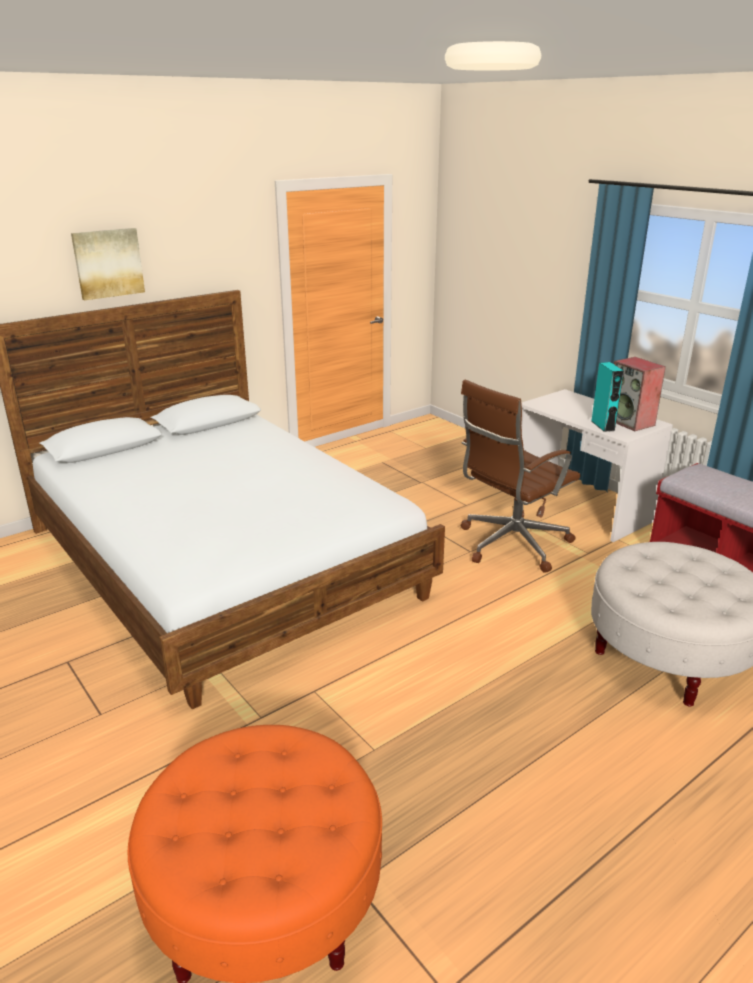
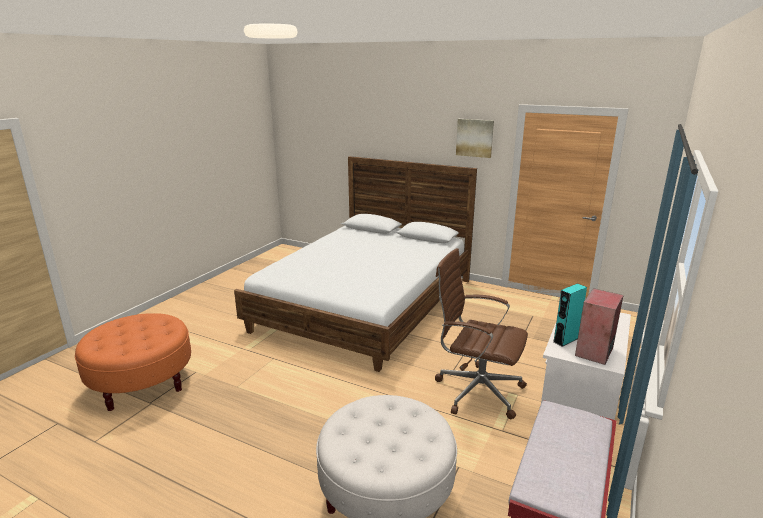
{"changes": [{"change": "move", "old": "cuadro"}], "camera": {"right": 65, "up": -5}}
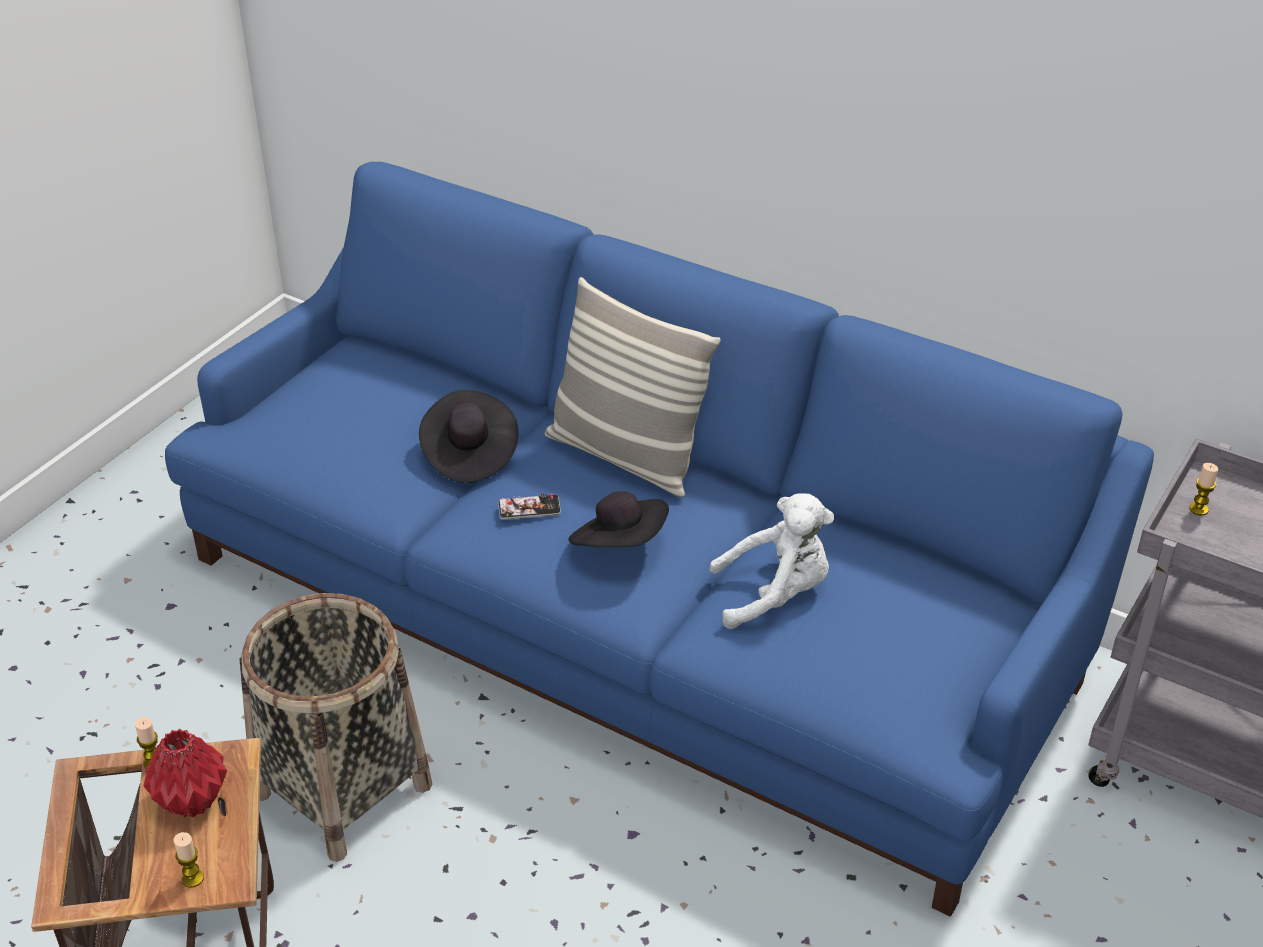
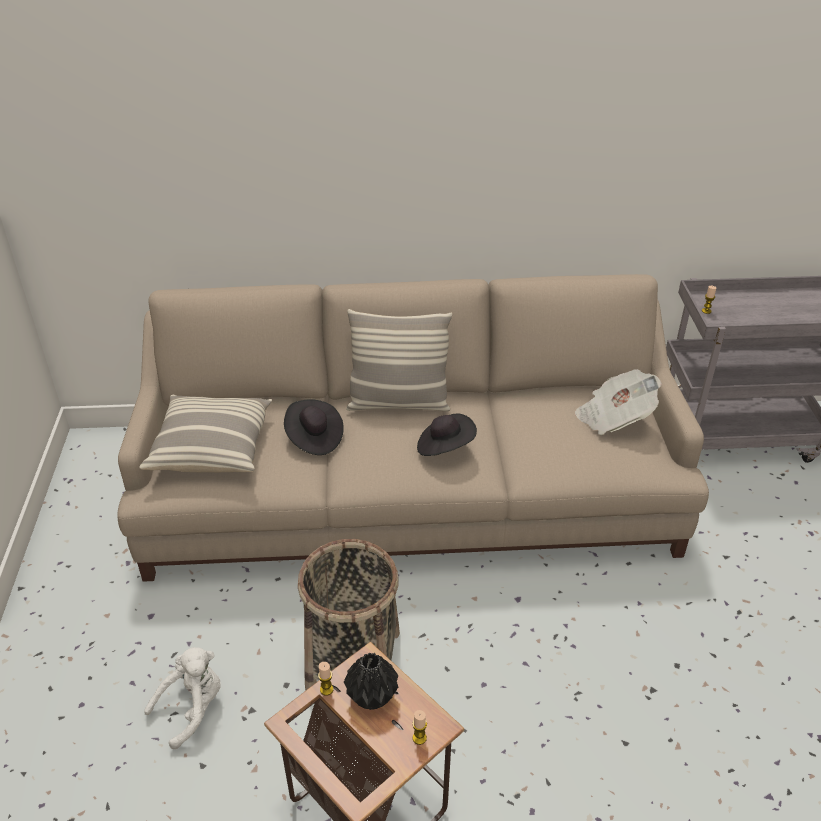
{"changes": [{"change": "recolor", "old": "florero [rojo]", "new": "florero [negro]"}, {"change": "recolor", "old": "sofá [azul]", "new": "sofá [beis]"}, {"change": "delete", "old": "móvil"}, {"change": "move", "old": "peluche [blanco]"}, {"change": "insert", "new": "cojín (1st from left)"}, {"change": "insert", "new": "periódico"}], "camera": {"right": -35, "up": 0}}
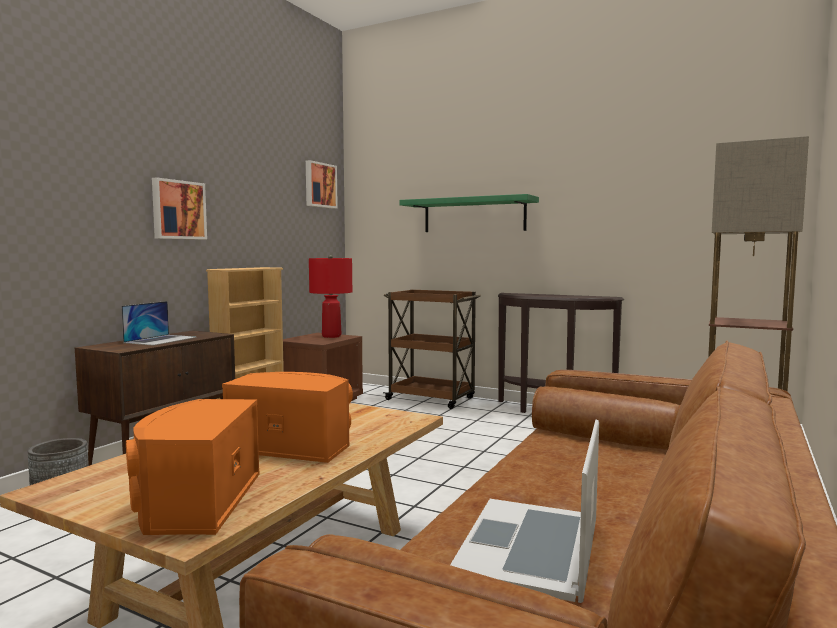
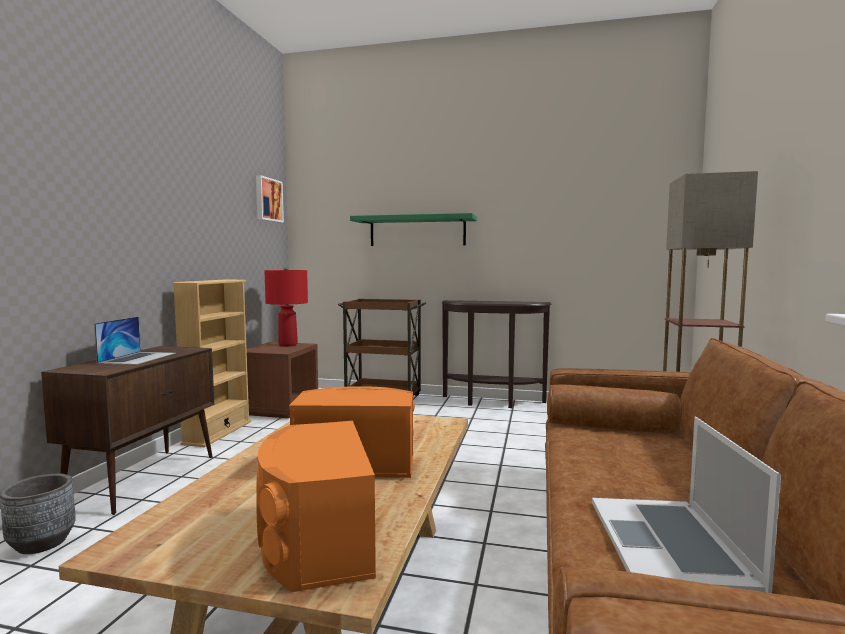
{"changes": [{"change": "delete", "old": "cuadro (1st from left)"}], "camera": {"right": -15, "up": 0}}
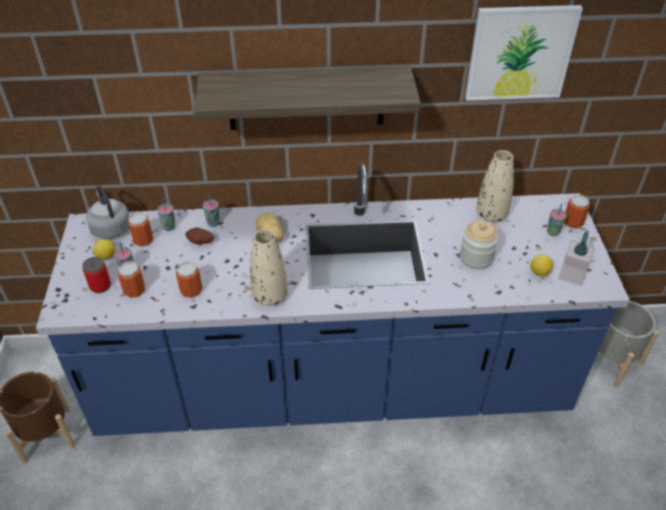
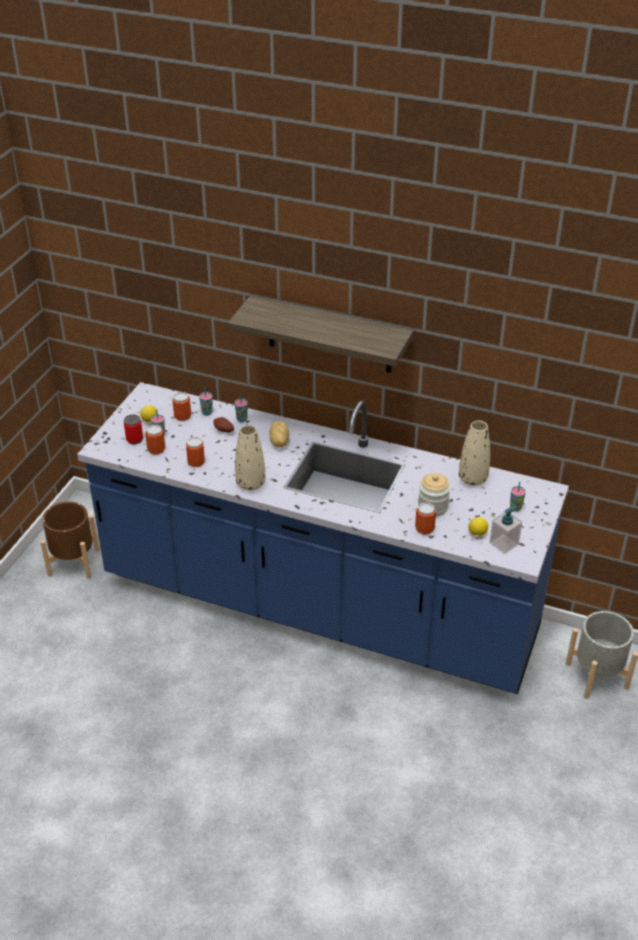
{"changes": [{"change": "delete", "old": "hervidor [gris]"}, {"change": "delete", "old": "cuadro"}, {"change": "move", "old": "lata (5th from left)"}], "camera": {"right": 25, "up": -5}}
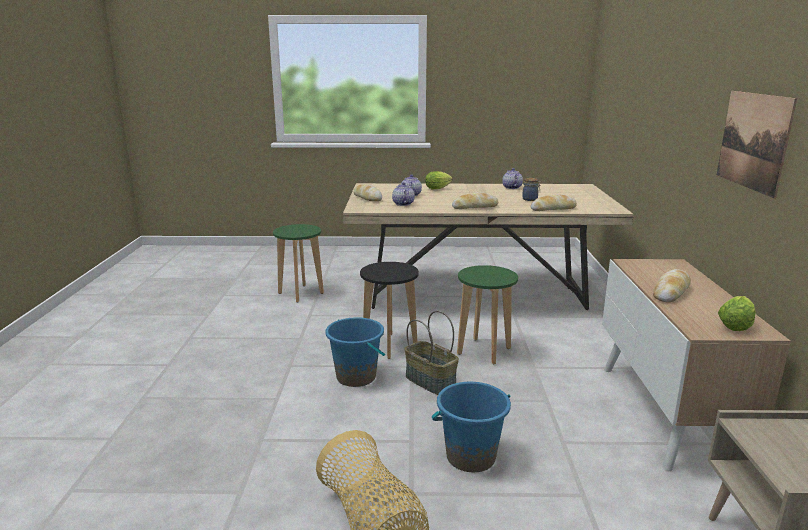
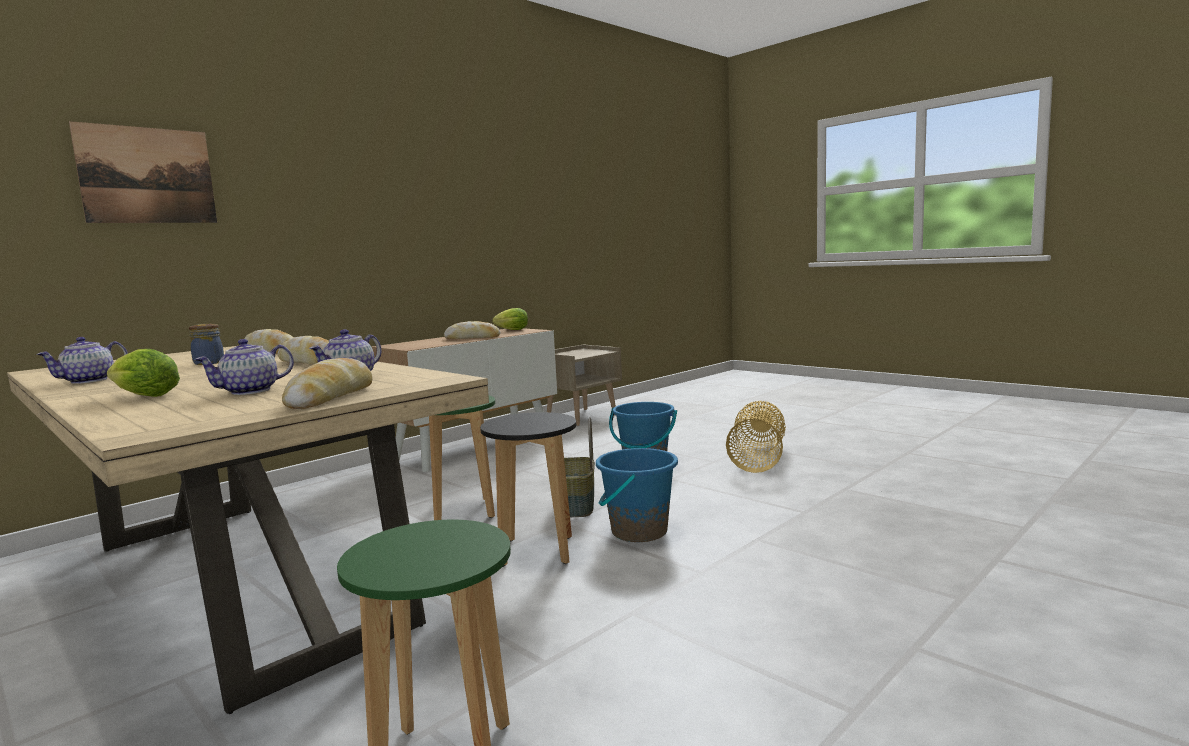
{"changes": [{"change": "move", "old": "cuadro"}], "camera": {"right": -135, "up": -10}}
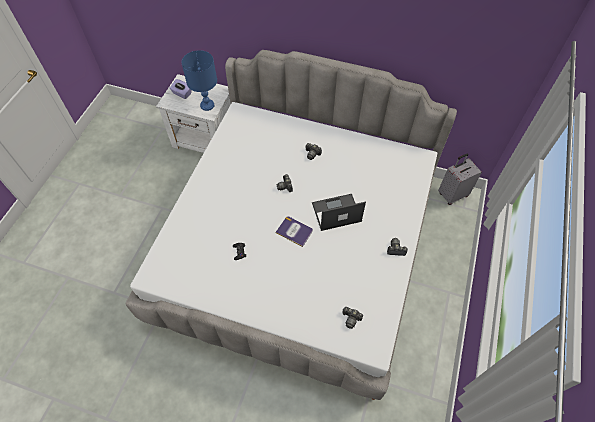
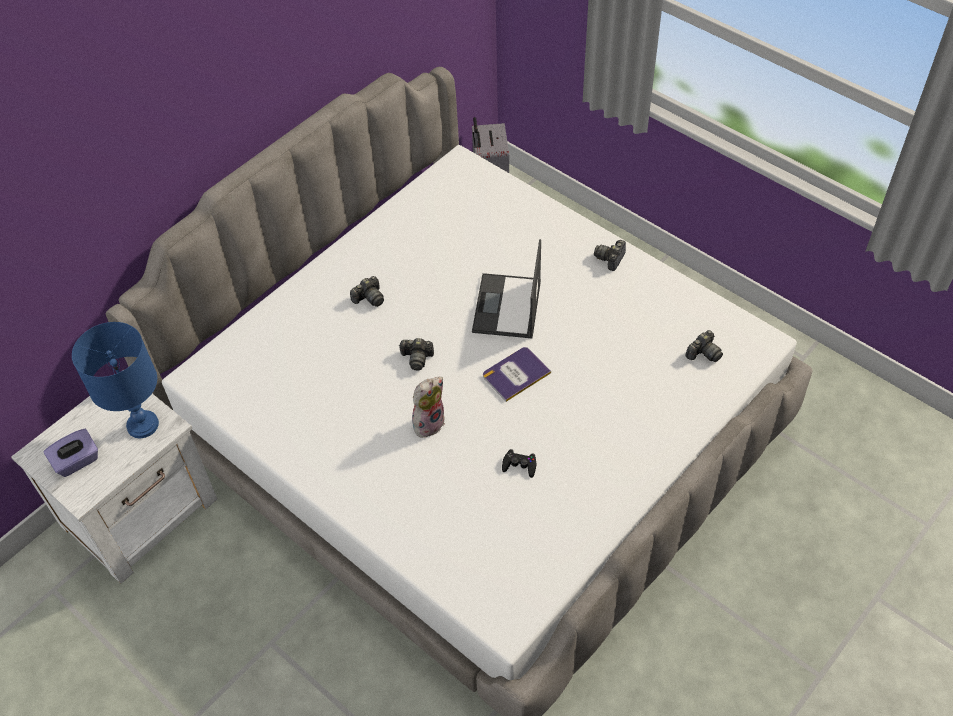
{"changes": [{"change": "insert", "new": "peluche"}], "camera": {"right": -65, "up": -5}}
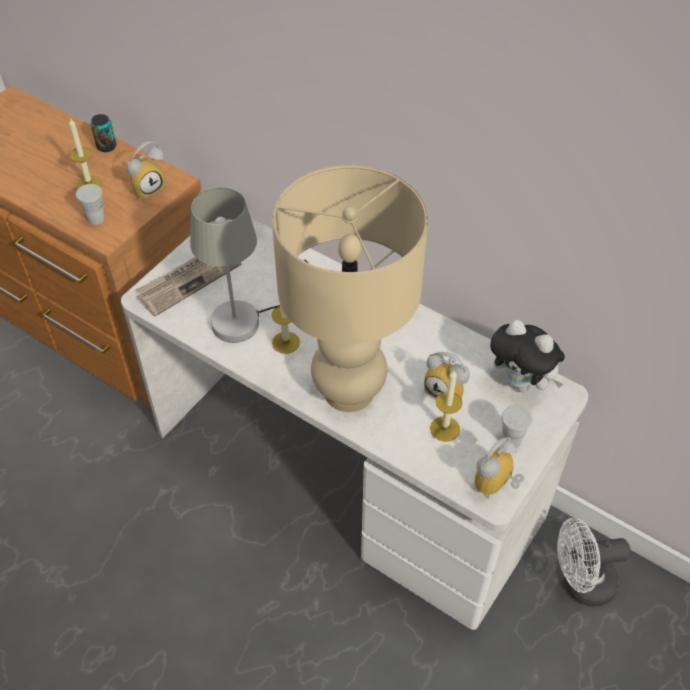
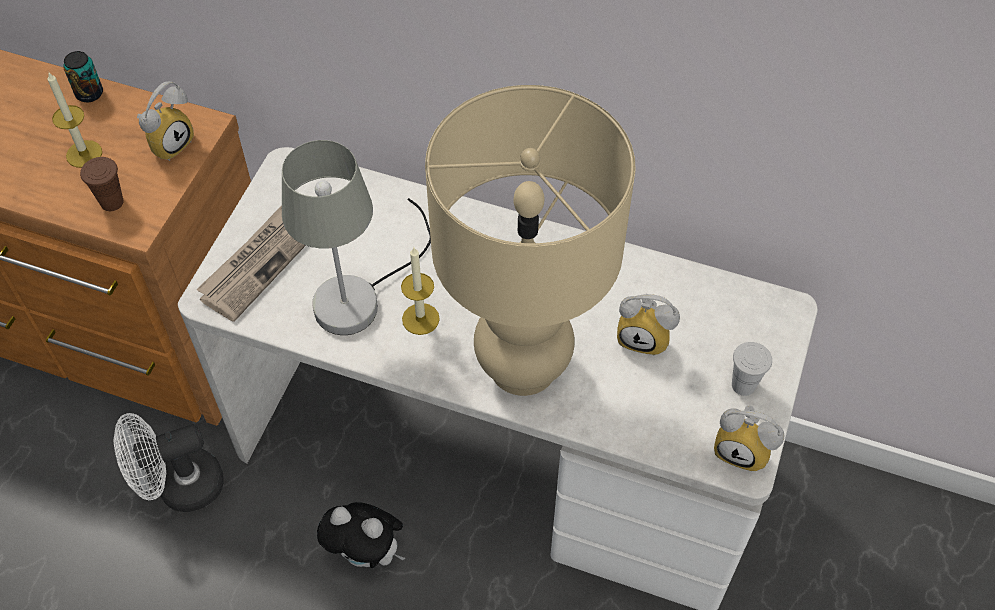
{"changes": [{"change": "recolor", "old": "taza [blanco] (1st from left)", "new": "taza [marrón]"}, {"change": "delete", "old": "vela (3rd from left)"}, {"change": "rotate", "old": "despertador (3rd from left)", "degrees": -90}, {"change": "move", "old": "peluche"}, {"change": "move", "old": "ventilador [blanco]"}], "camera": {"right": -15, "up": 5}}
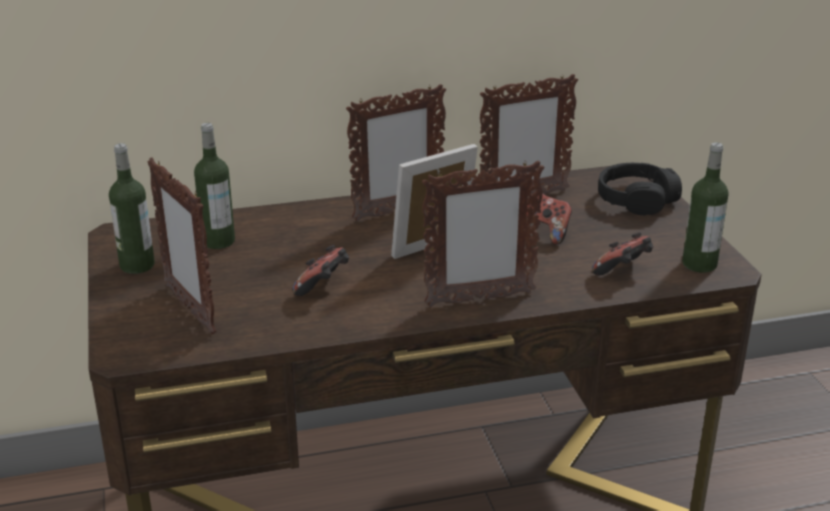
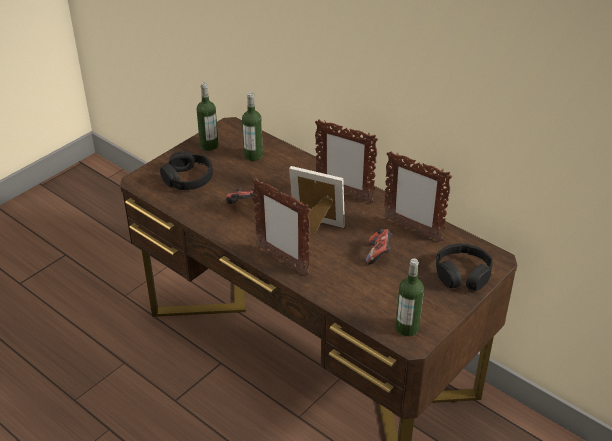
{"changes": [{"change": "replace", "old": "portarretratos (1st from left)", "new": "auriculares [negro] (1st from left)"}, {"change": "delete", "old": "mando de consola (3rd from left)"}], "camera": {"right": 55, "up": 10}}
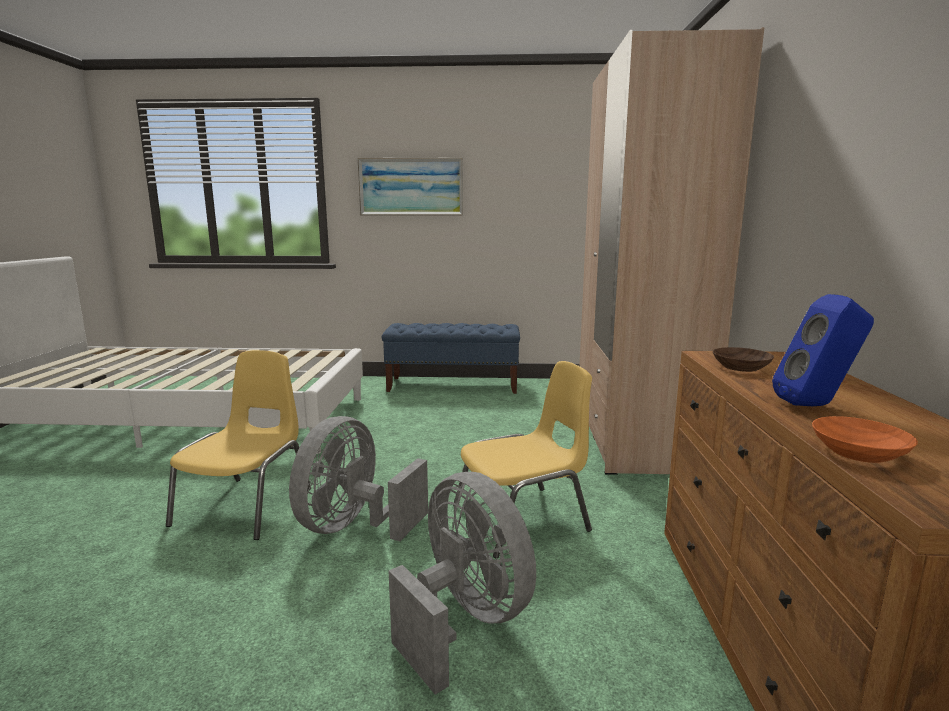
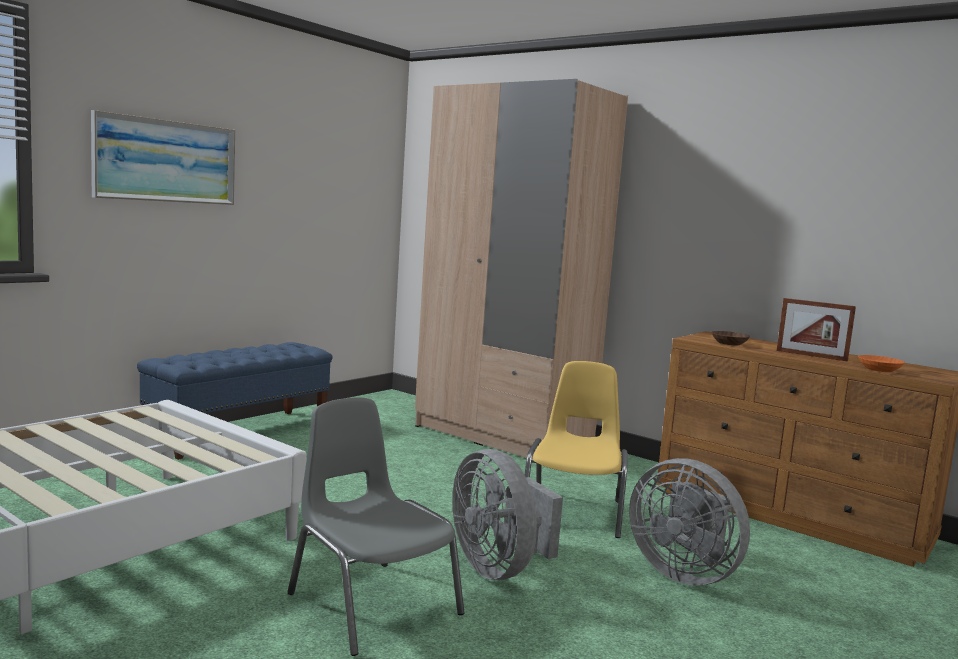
{"changes": [{"change": "recolor", "old": "silla [amarillo] (1st from left)", "new": "silla [gris]"}, {"change": "rotate", "old": "ventilador [gris] (2nd from left)", "degrees": -135}, {"change": "replace", "old": "altavoz [azul]", "new": "portarretratos"}], "camera": {"right": -55, "up": -5}}
